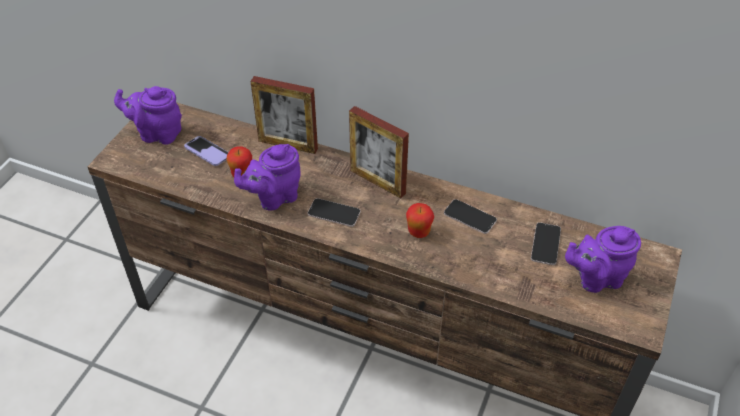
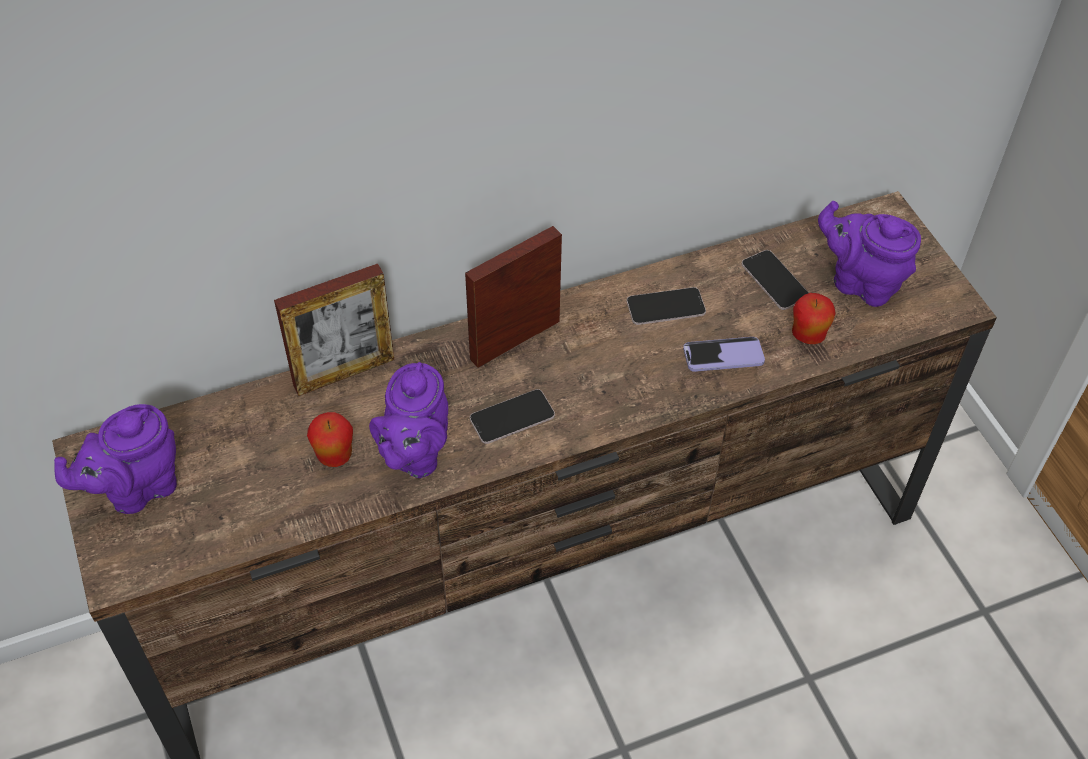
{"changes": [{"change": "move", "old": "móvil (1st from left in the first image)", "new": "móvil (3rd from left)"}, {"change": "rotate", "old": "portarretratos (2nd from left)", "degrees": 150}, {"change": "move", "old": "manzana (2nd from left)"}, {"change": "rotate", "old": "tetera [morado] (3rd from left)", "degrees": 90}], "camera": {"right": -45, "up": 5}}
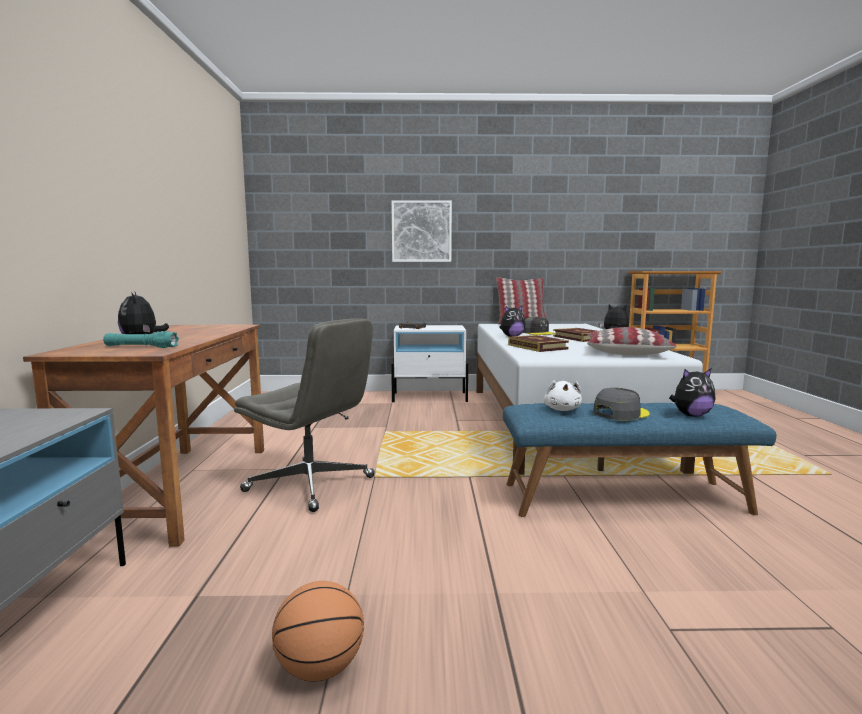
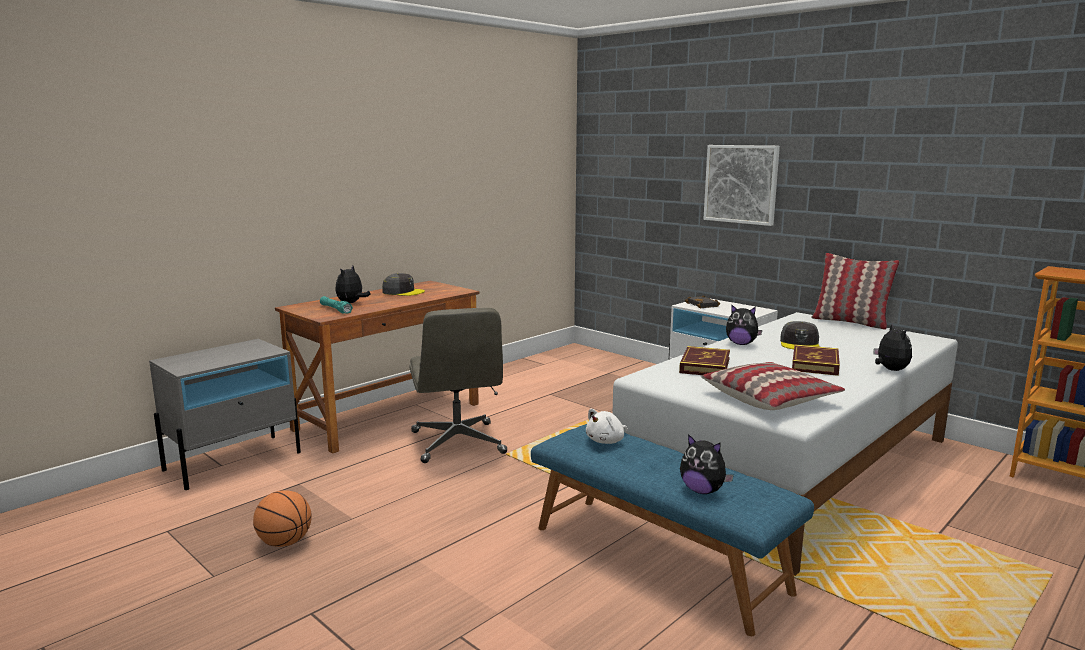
{"changes": [{"change": "move", "old": "gorra [gris] (2nd from left in the first image)", "new": "gorra [gris] (1st from left)"}], "camera": {"right": 45, "up": 5}}
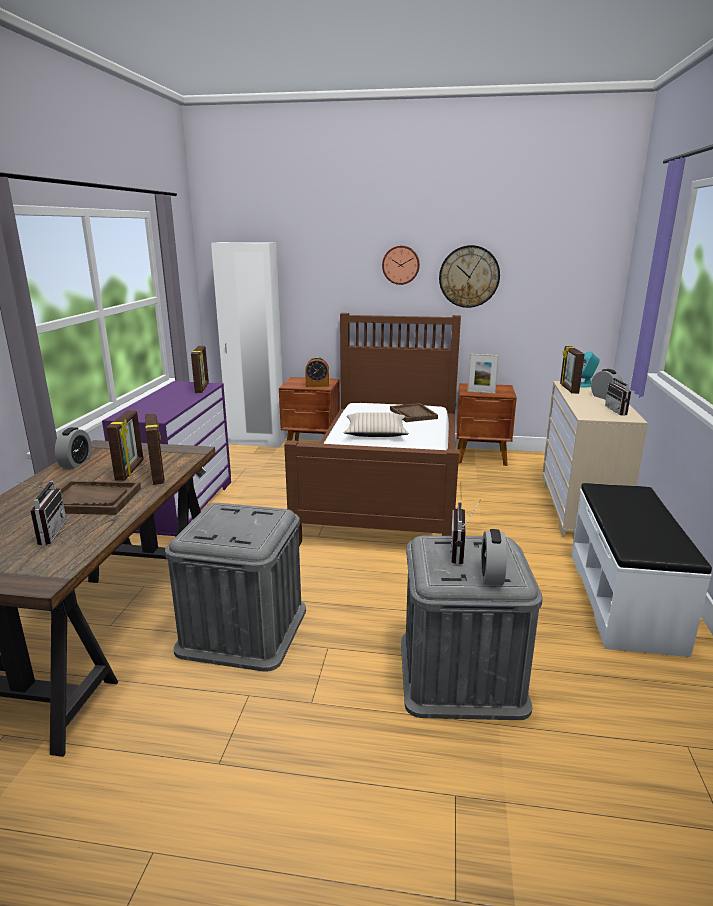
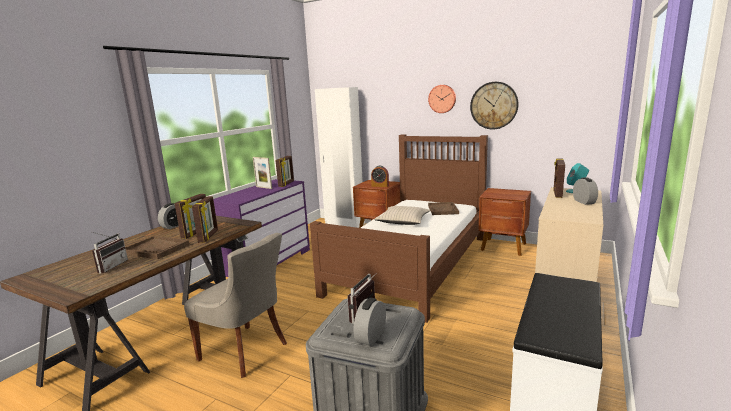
{"changes": [{"change": "replace", "old": "caja de almacenaje [gris] (1st from left)", "new": "silla [gris]"}, {"change": "move", "old": "portarretratos (4th from left in the first image)", "new": "portarretratos (3rd from left)"}, {"change": "delete", "old": "radio (3rd from left)"}], "camera": {"right": 20, "up": -5}}
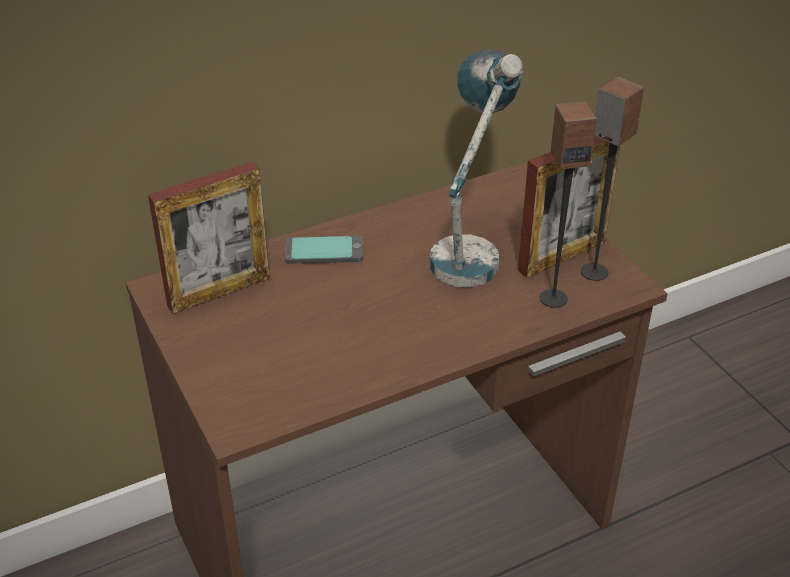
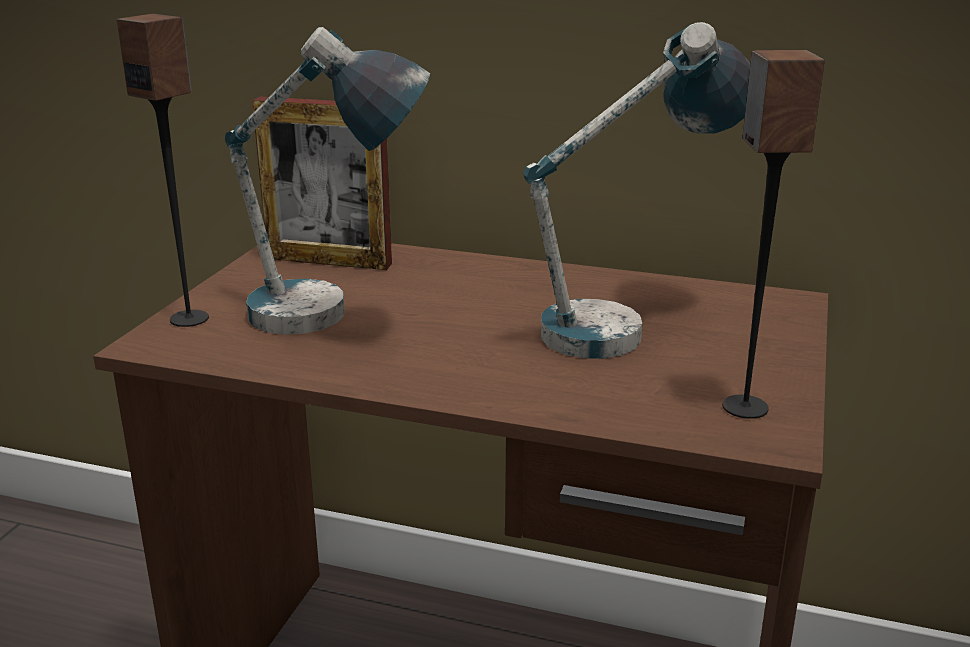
{"changes": [{"change": "delete", "old": "móvil"}, {"change": "delete", "old": "portarretratos (2nd from left)"}, {"change": "move", "old": "altavoz (1st from left)"}, {"change": "insert", "new": "lámpara de mesa (1st from left)"}], "camera": {"right": 45, "up": -15}}
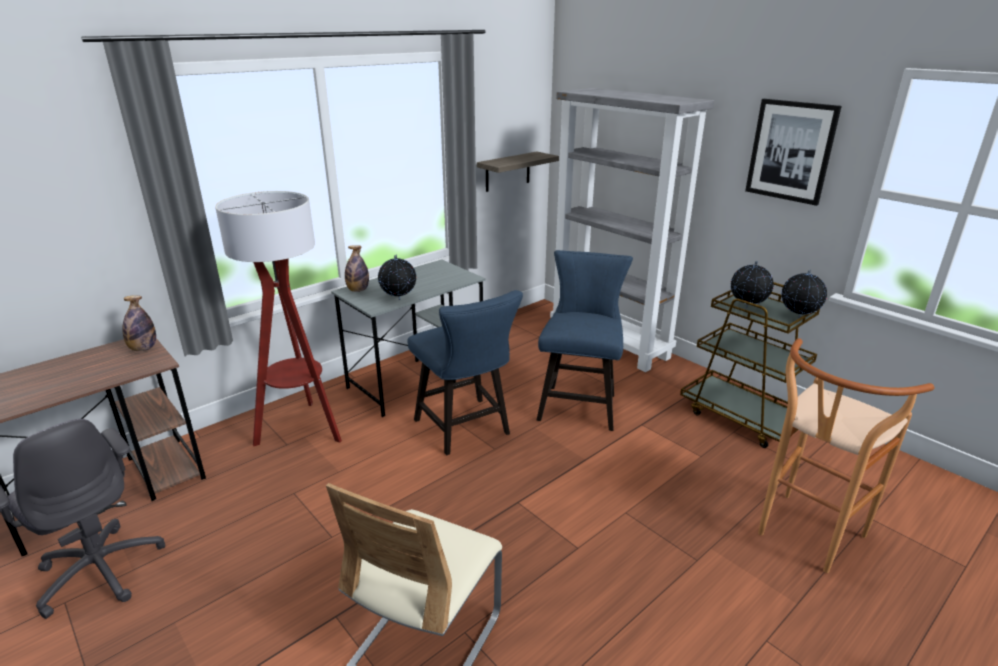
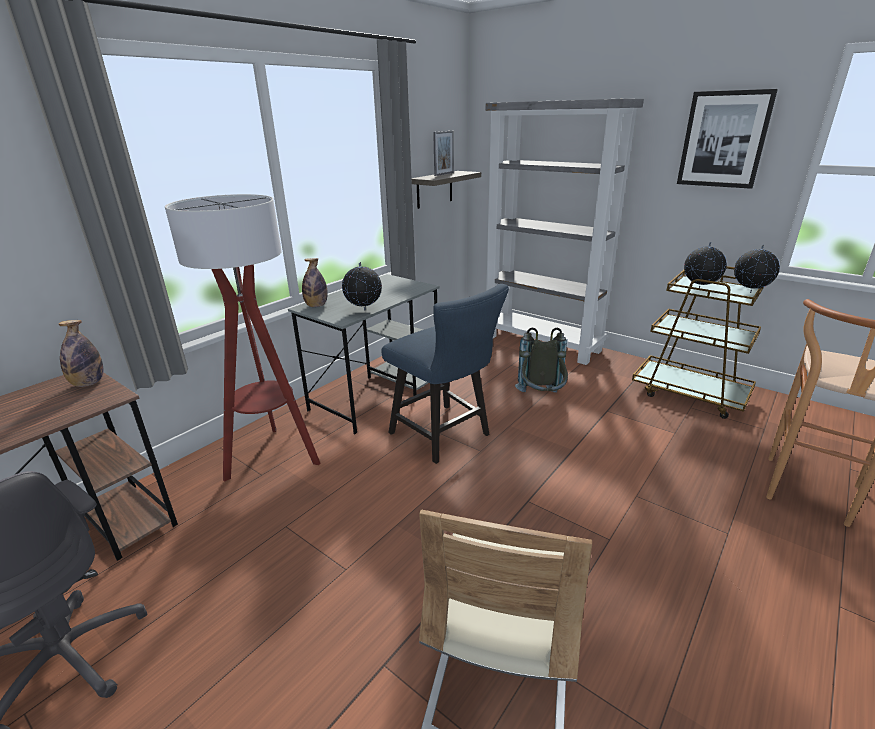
{"changes": [{"change": "replace", "old": "silla [azul] (2nd from left)", "new": "mochila [gris]"}, {"change": "insert", "new": "portarretratos"}], "camera": {"right": -10, "up": 0}}
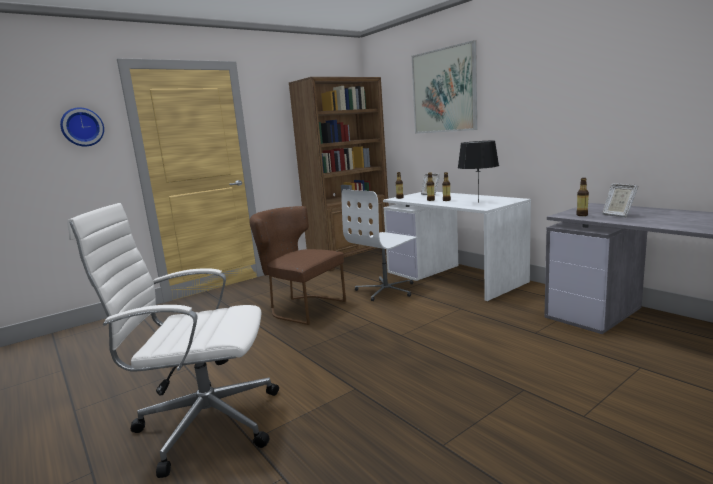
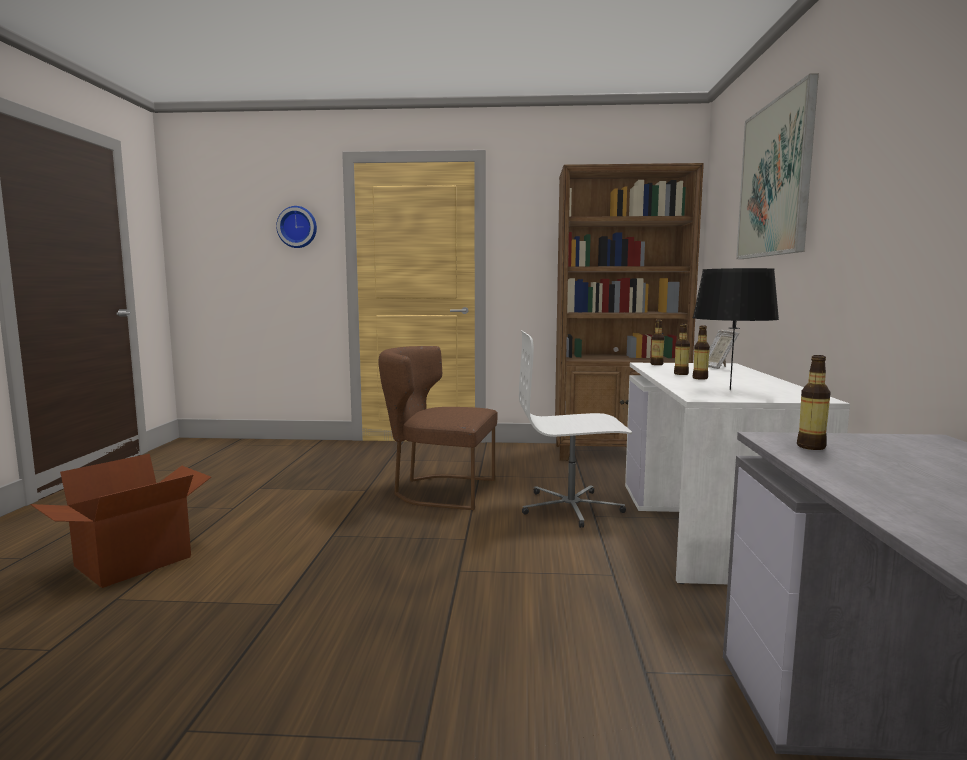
{"changes": [{"change": "replace", "old": "silla de oficina [blanco] (1st from left)", "new": "caja de cartón"}, {"change": "rotate", "old": "silla [marrón]", "degrees": -60}, {"change": "delete", "old": "portarretratos (2nd from left)"}], "camera": {"right": 40, "up": -5}}
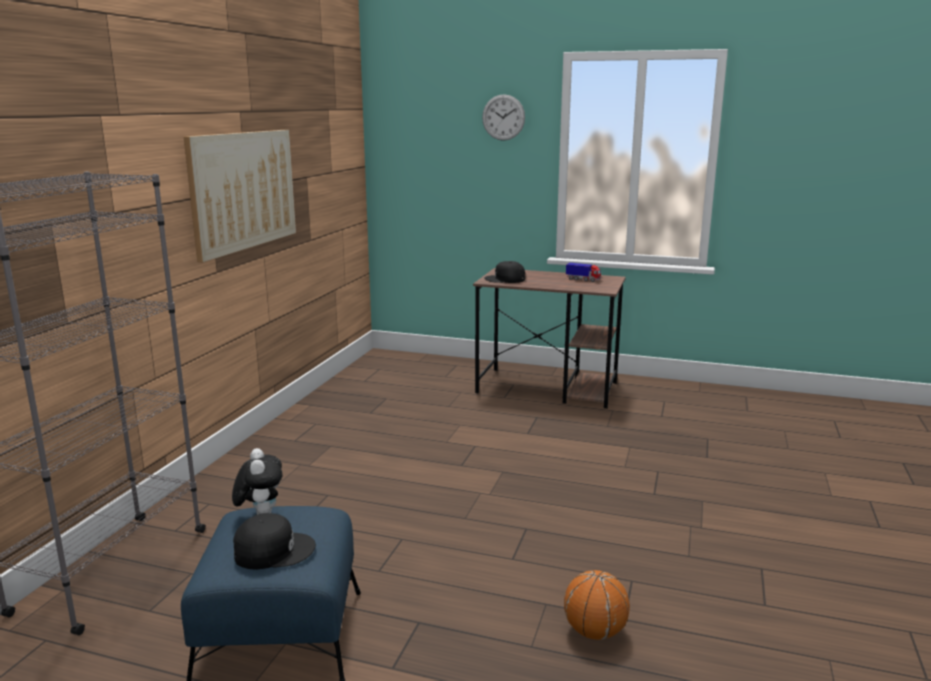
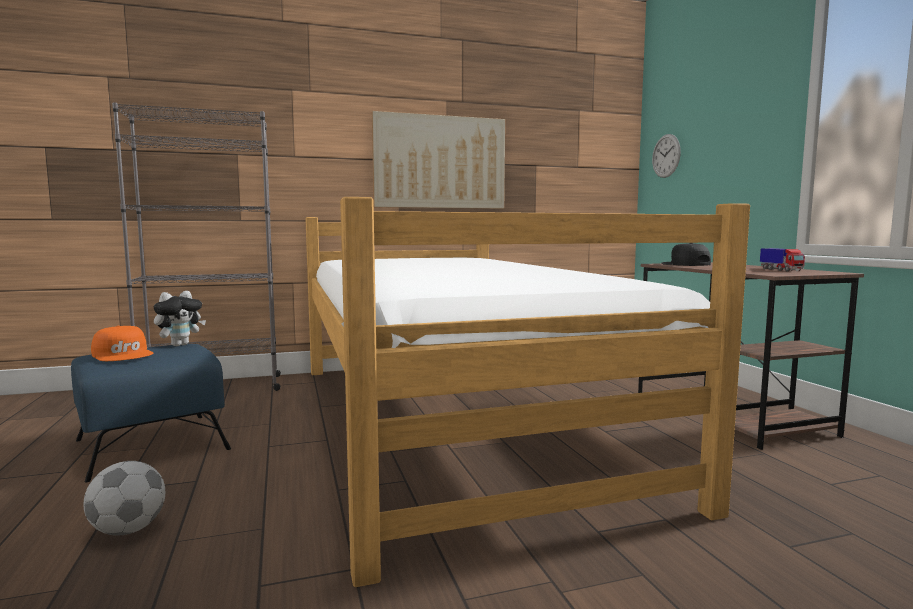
{"changes": [{"change": "recolor", "old": "gorra [negro] (1st from left)", "new": "gorra [naranja]"}, {"change": "move", "old": "reloj de pared"}, {"change": "delete", "old": "balón de baloncesto"}, {"change": "insert", "new": "balón de fútbol"}, {"change": "insert", "new": "cama"}], "camera": {"right": 55, "up": -10}}
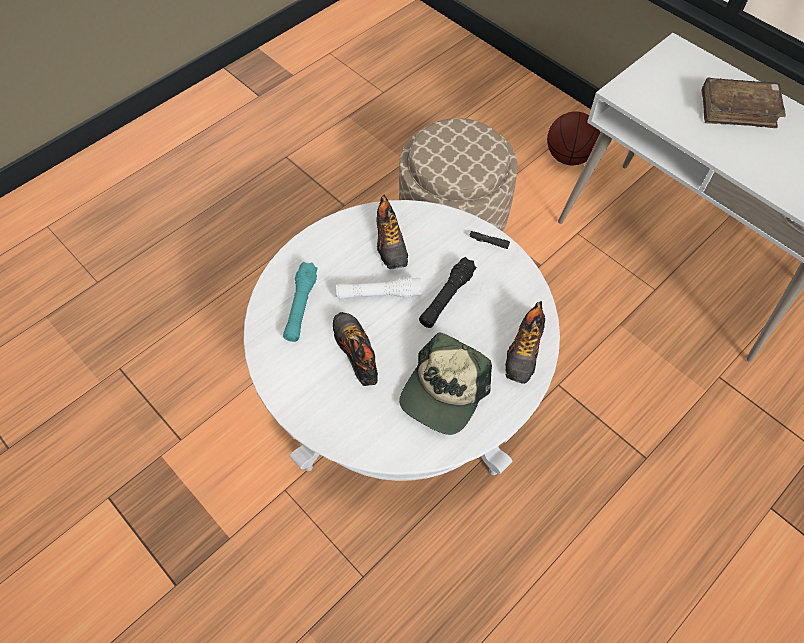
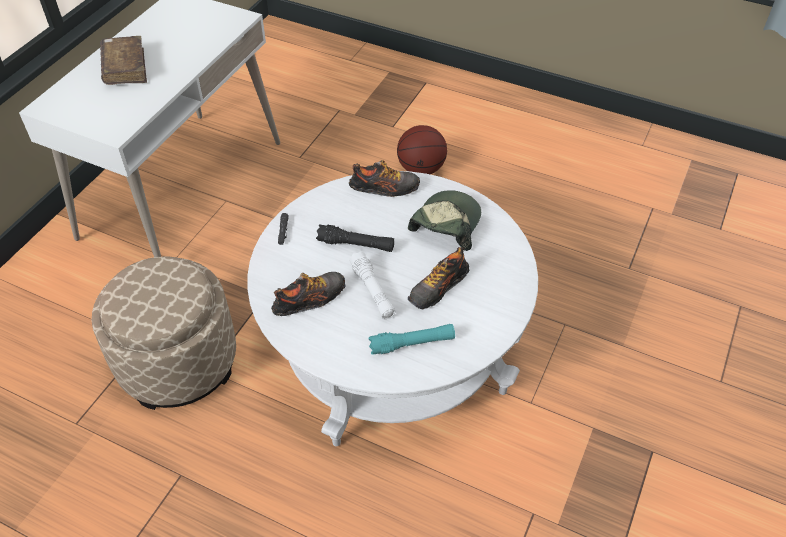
{"changes": [{"change": "rotate", "old": "gorra", "degrees": -75}, {"change": "move", "old": "balón de baloncesto"}], "camera": {"right": -110, "up": -10}}
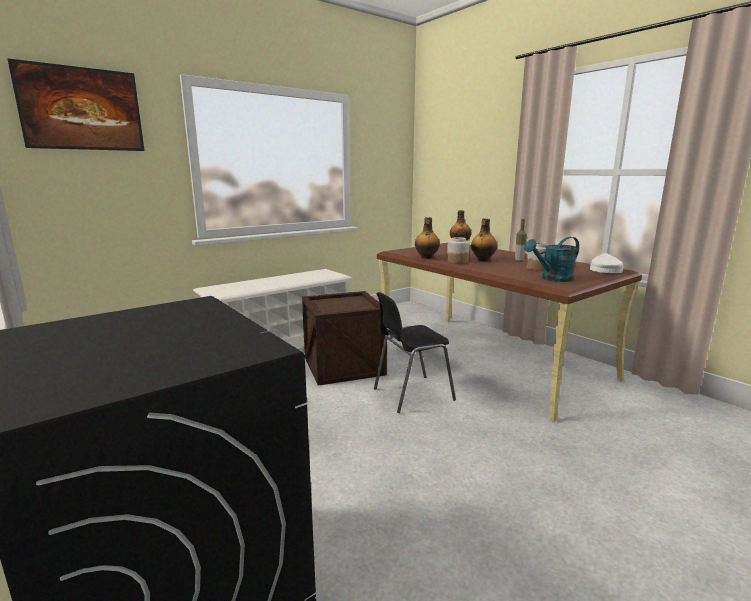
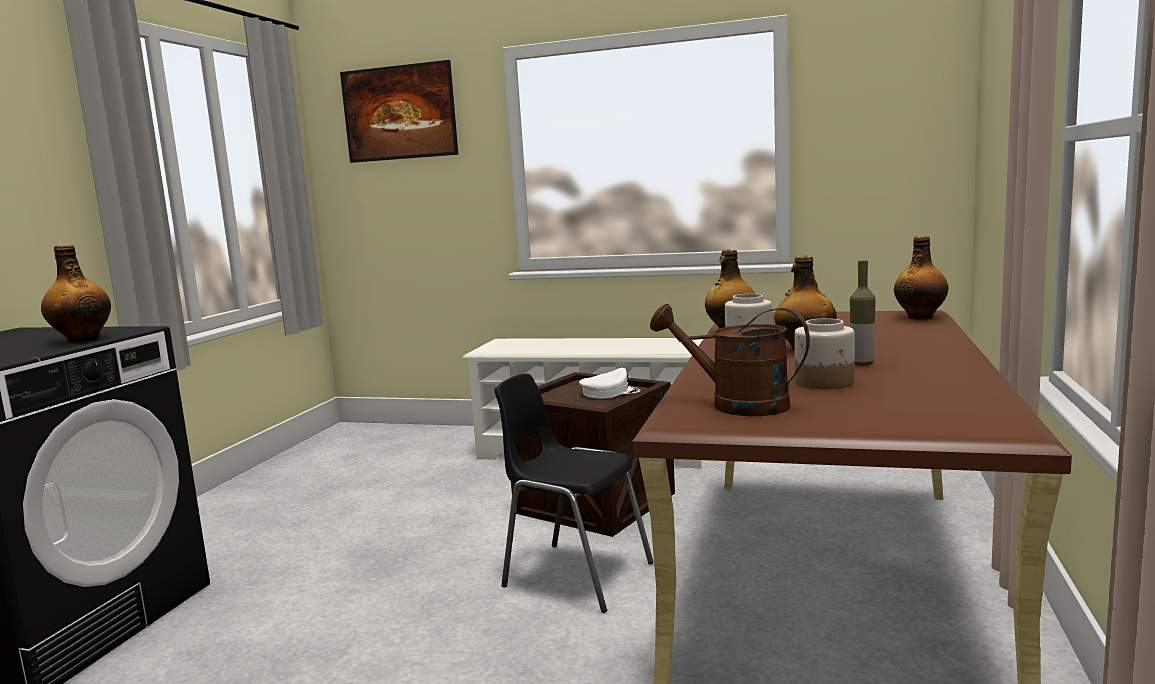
{"changes": [{"change": "recolor", "old": "regadera [turquesa]", "new": "regadera [marrón]"}, {"change": "move", "old": "gorra [blanco]"}, {"change": "insert", "new": "botella (1st from left)"}], "camera": {"right": 55, "up": -5}}
